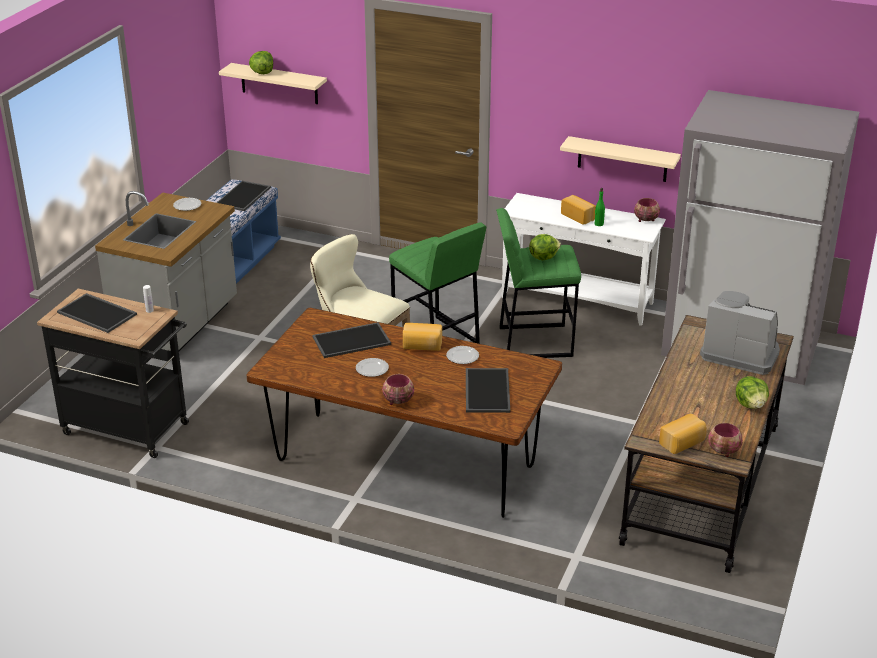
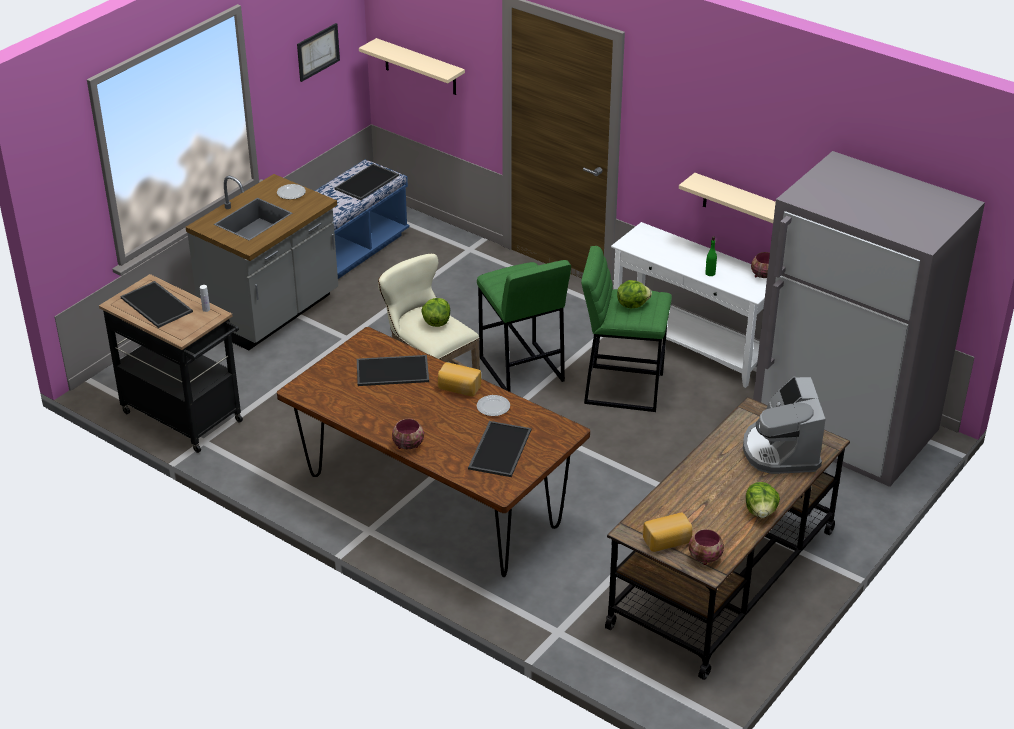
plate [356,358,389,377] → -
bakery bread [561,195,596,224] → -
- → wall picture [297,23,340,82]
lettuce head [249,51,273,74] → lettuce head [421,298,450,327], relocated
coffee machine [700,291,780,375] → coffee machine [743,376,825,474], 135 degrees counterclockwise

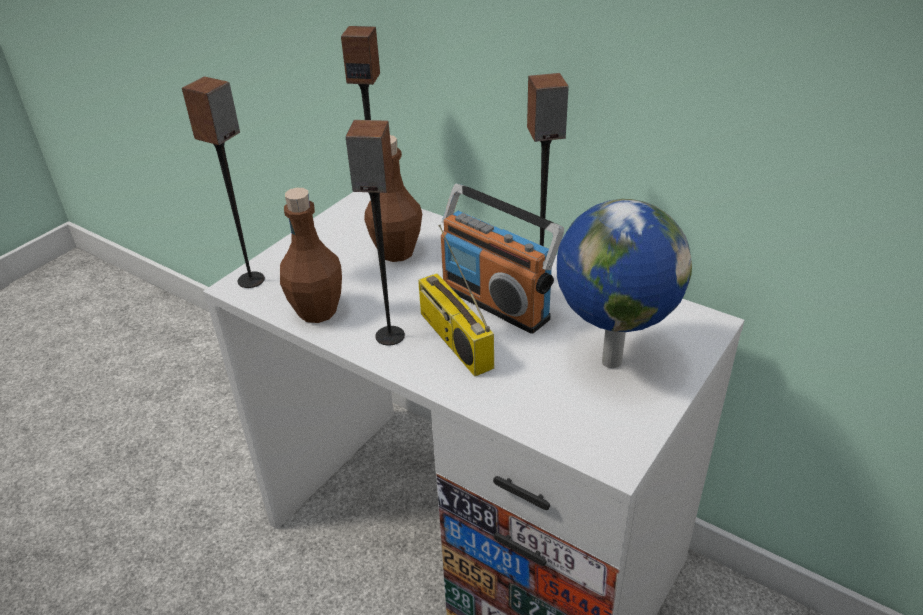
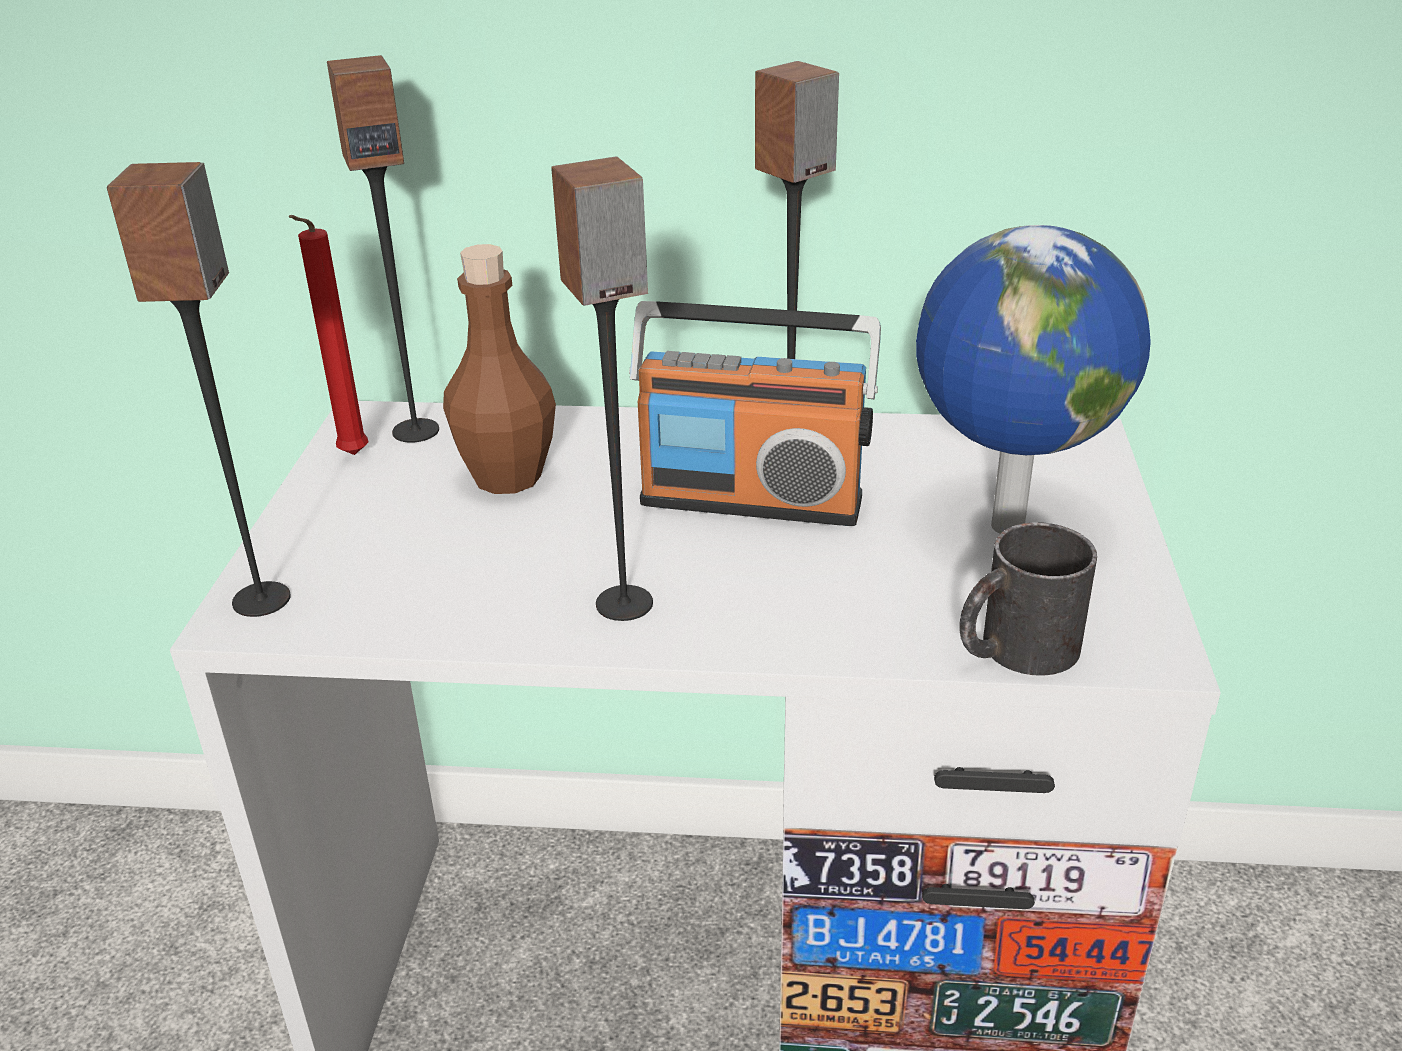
brownish drink bottle [280,187,342,323] → -
radio set [418,225,494,377] → -
- → red wax candle [288,215,369,455]
- → blackish mug [959,522,1097,676]

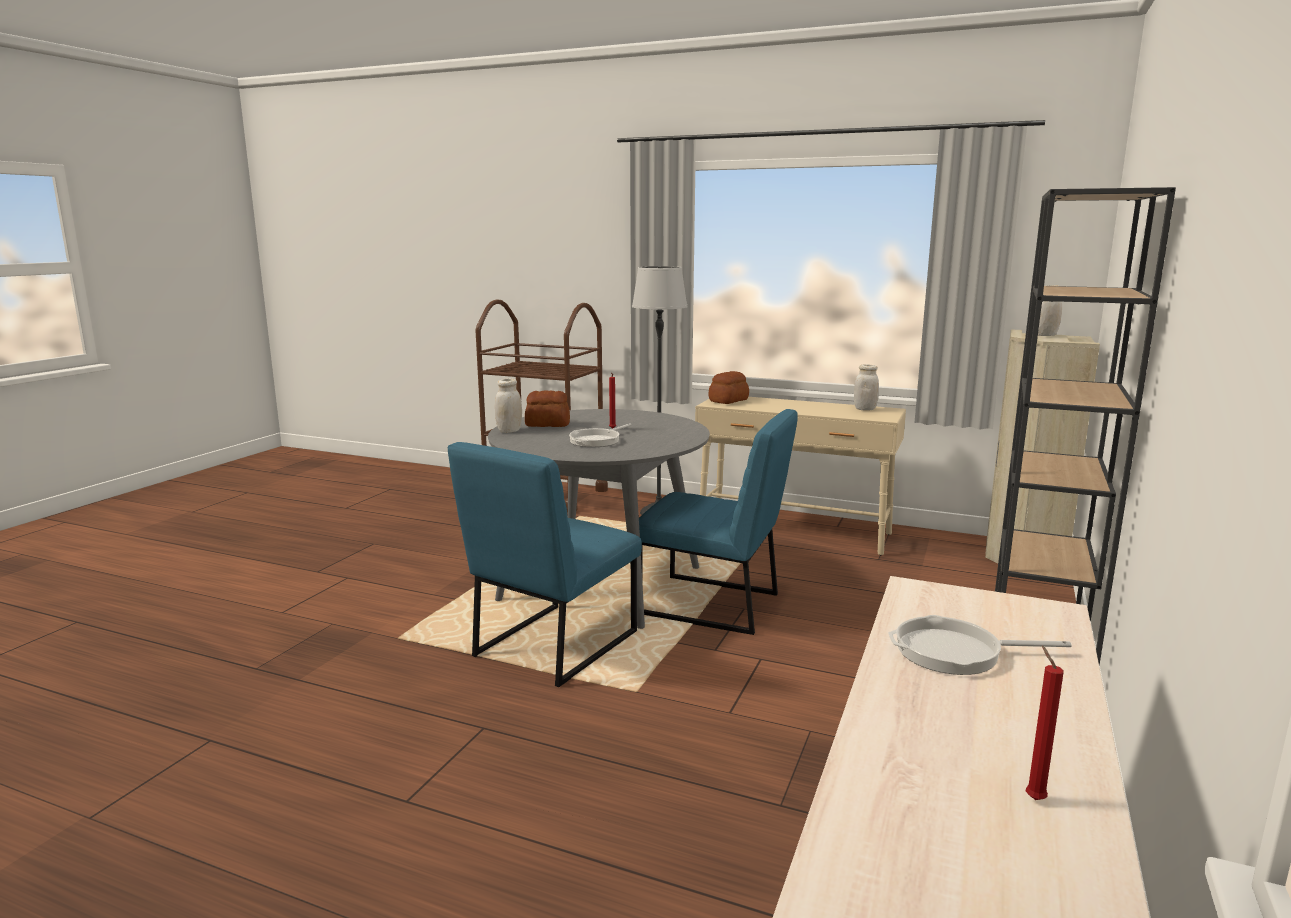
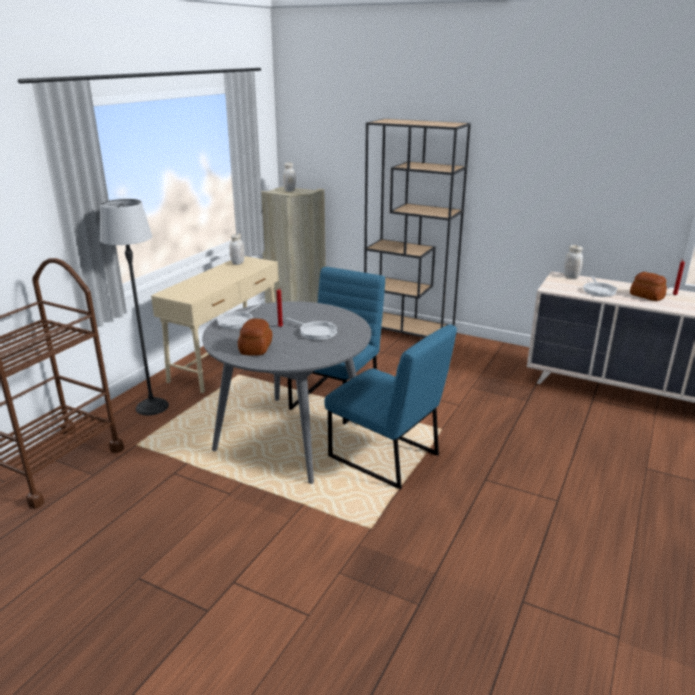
- → frying pan [217,304,261,329]
white jar [495,379,522,433] → white jar [564,245,583,279], relocated
bakery bread [708,371,749,404] → bakery bread [630,272,667,301], relocated

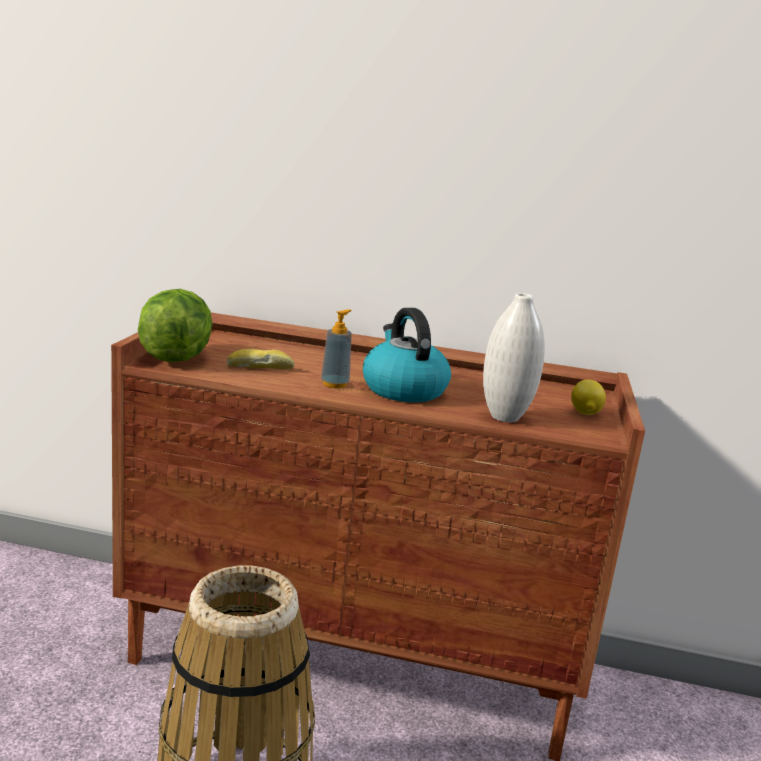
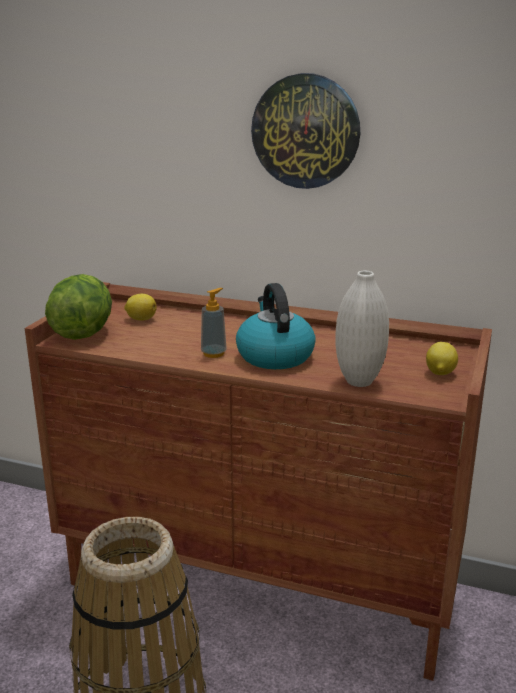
bakery bread [227,349,295,369] → -
- → citrus fruit [124,294,157,321]
- → hanging clock [251,73,360,189]

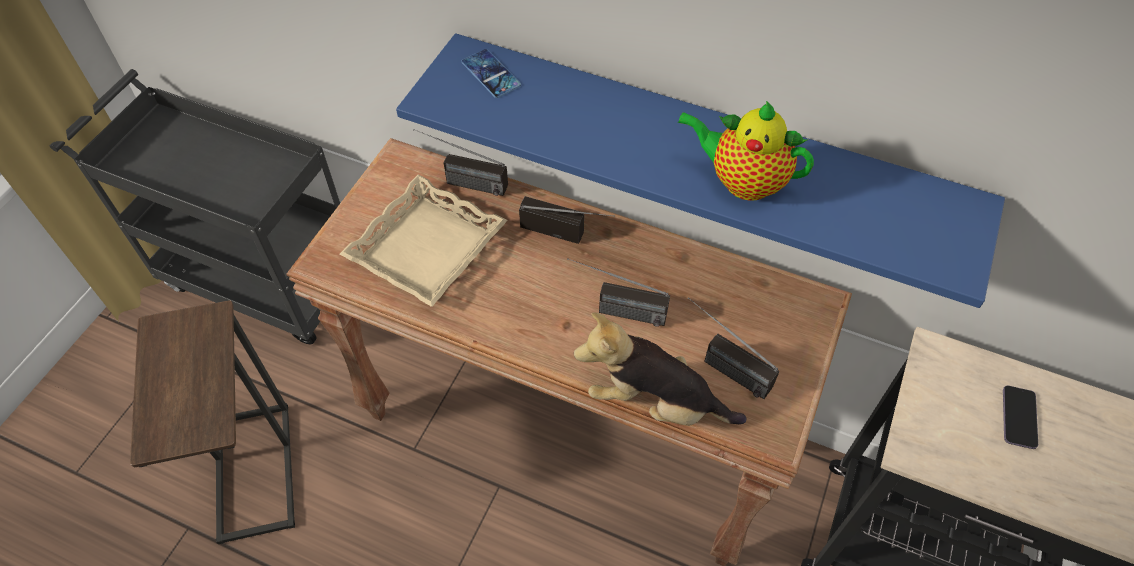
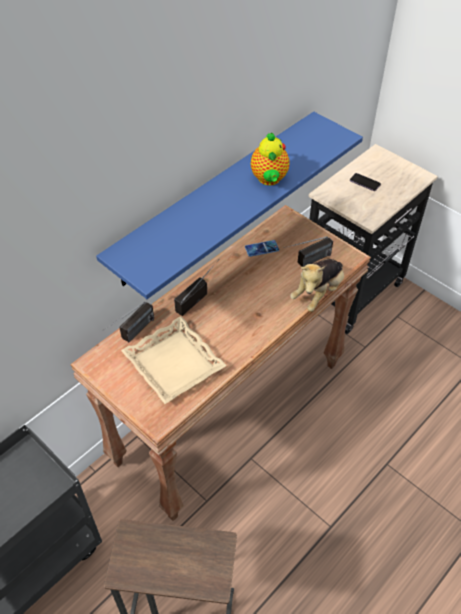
radio set [567,258,670,327] → -
telephone [462,49,521,98] → telephone [245,240,279,257], relocated
teapot [677,101,814,201] → teapot [251,133,289,185], 45 degrees counterclockwise

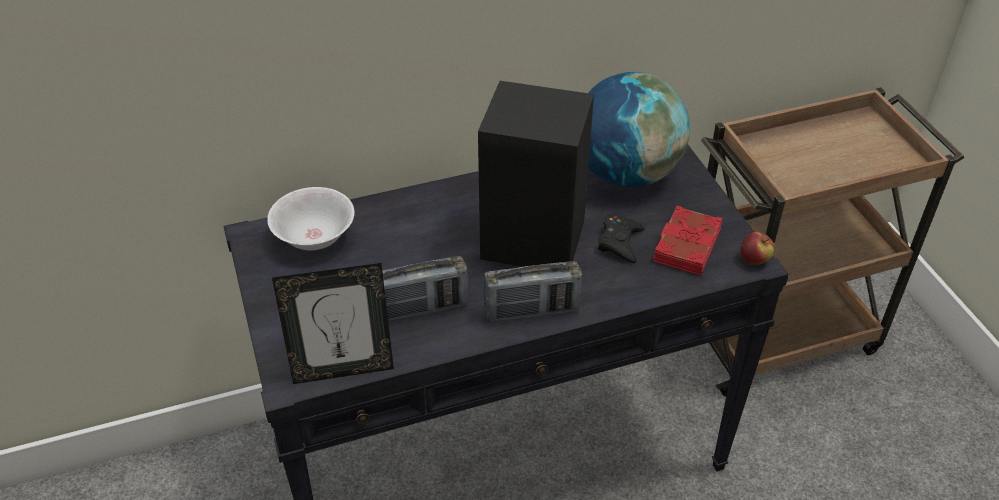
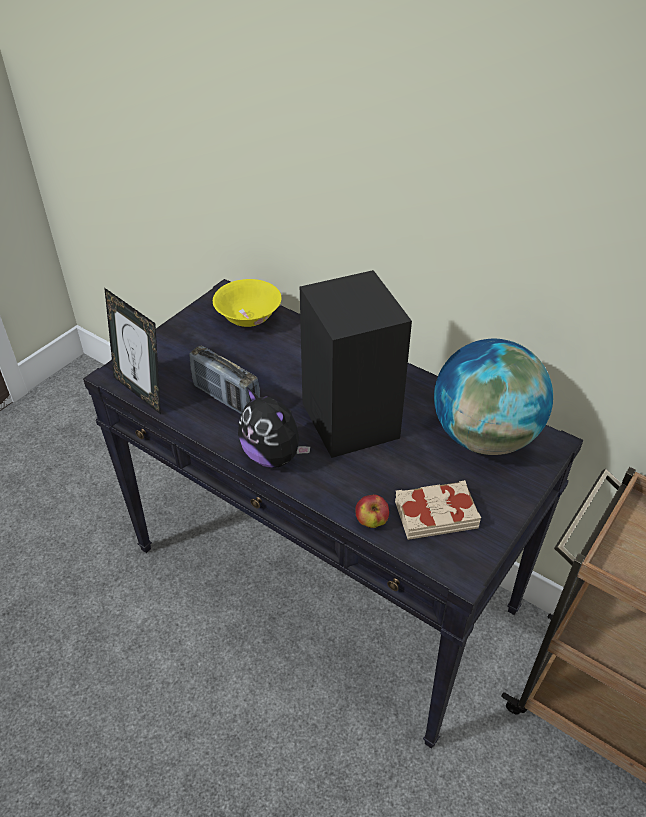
blackish gamepad [598,216,645,263] → -
apple fruit [740,231,774,265] → apple fruit [355,495,389,528], relocated
radio set [483,261,582,322] → plush toy [238,387,311,468]
white deep dish [267,187,355,251] → yellowish deep dish [213,279,282,327]
red volume [653,206,722,275] → beige-coloured volume [395,480,481,540]

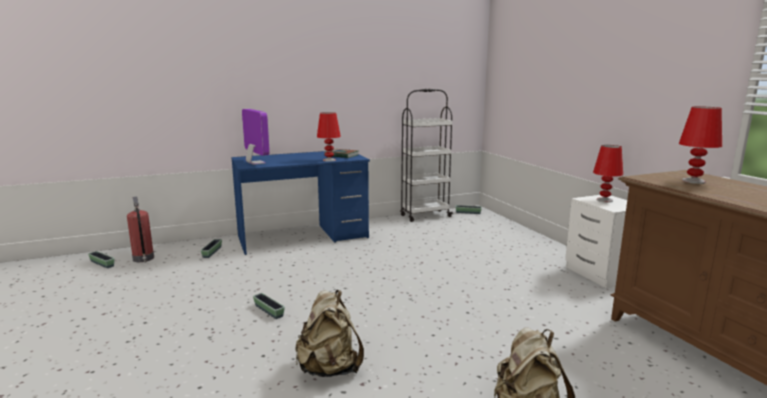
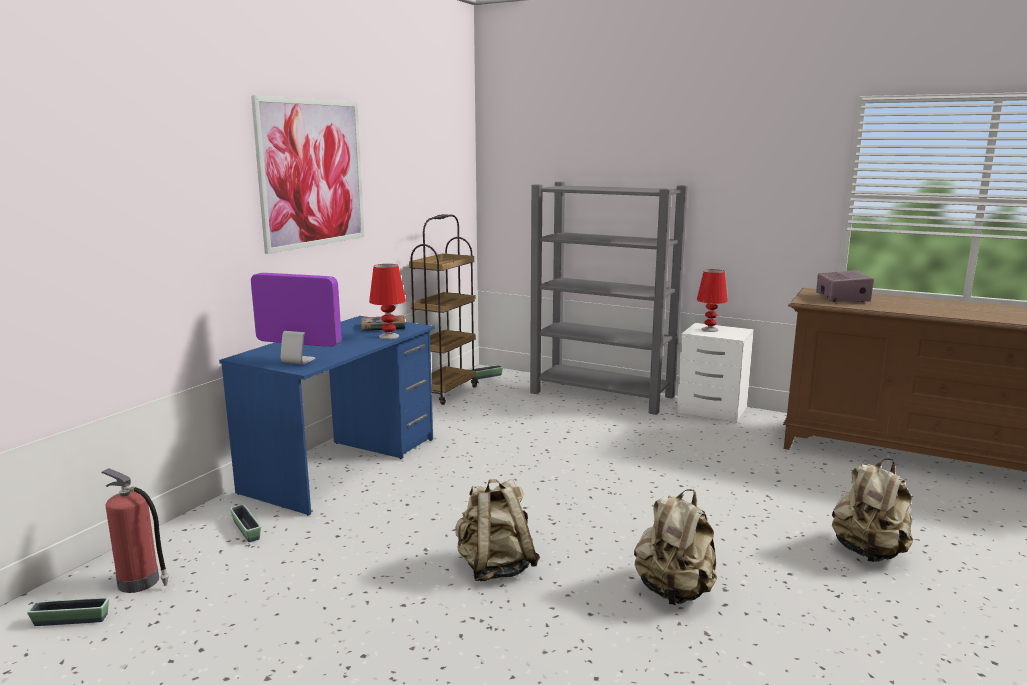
- → wall picture [251,95,364,254]
- → greyish bookcase [530,182,688,415]
flower pot [253,293,285,319] → beige-coloured knapsack [455,479,540,581]
red table lamp [679,106,722,184] → radio set [816,270,874,302]
white trolley [400,89,454,222] → brownish trolley [409,214,479,405]

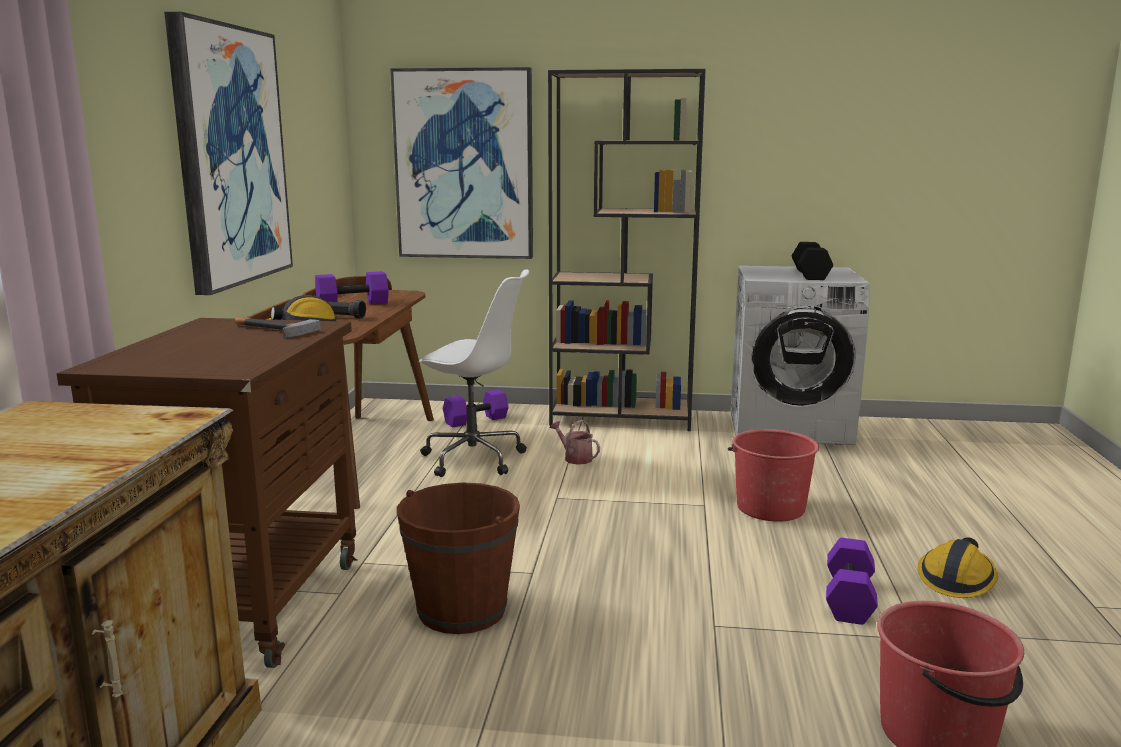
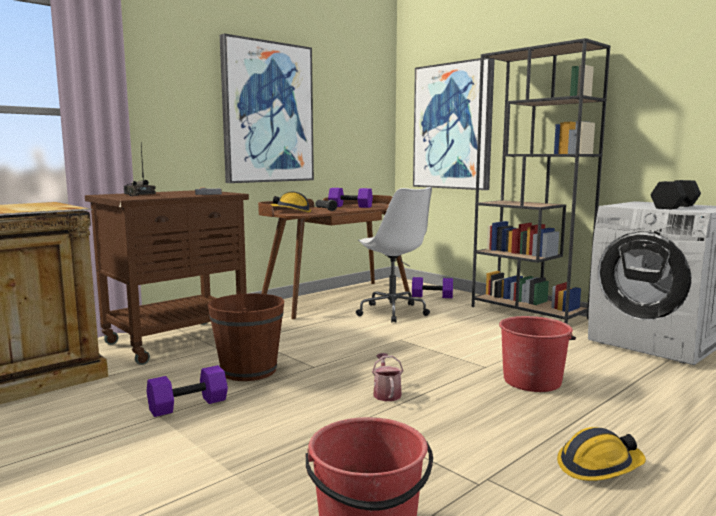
- → radio set [124,144,156,196]
watering can [550,420,600,465] → watering can [372,353,403,401], relocated
purplish free weight [826,538,878,625] → purplish free weight [147,365,228,417], relocated

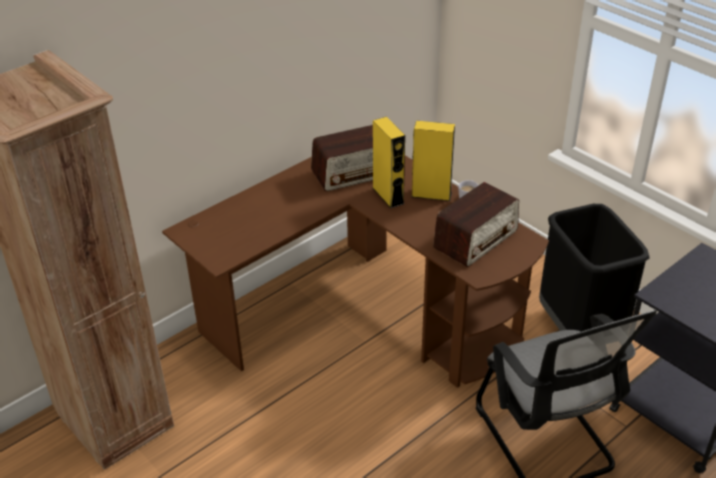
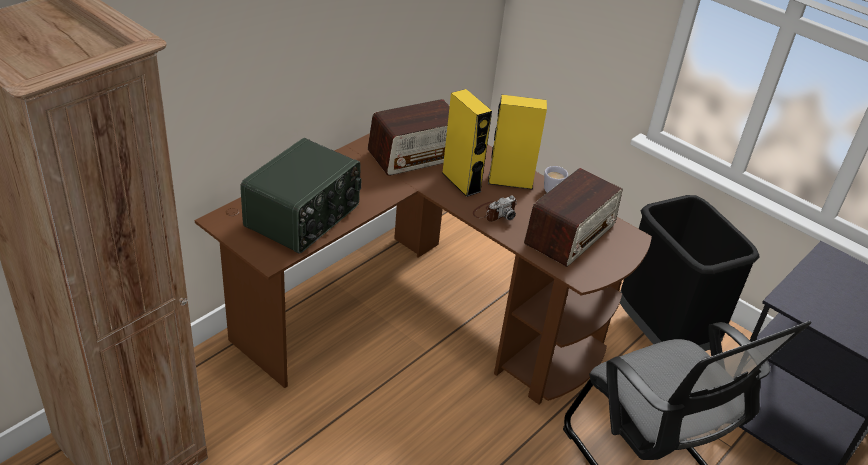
- → radio set [240,138,362,254]
- → still camera [473,195,517,222]

